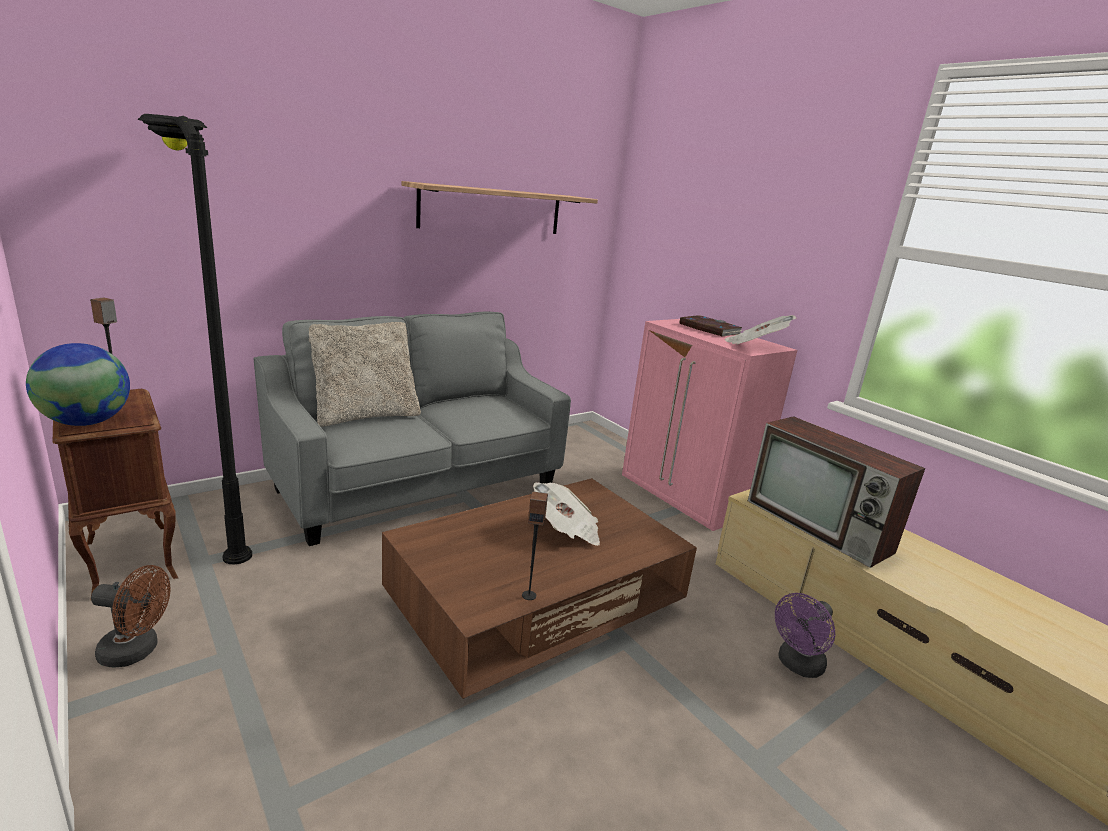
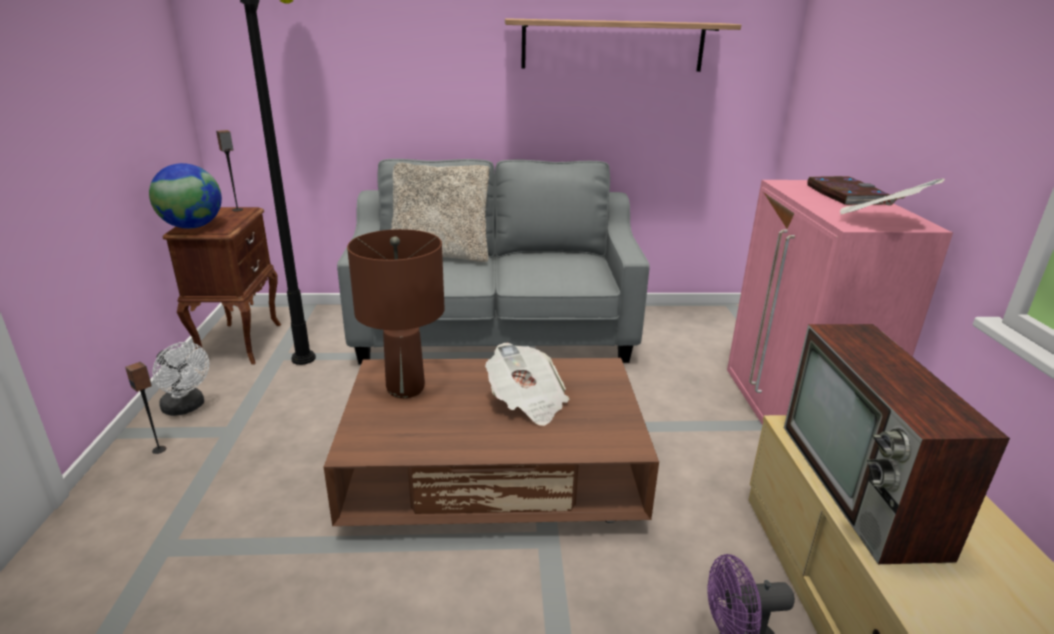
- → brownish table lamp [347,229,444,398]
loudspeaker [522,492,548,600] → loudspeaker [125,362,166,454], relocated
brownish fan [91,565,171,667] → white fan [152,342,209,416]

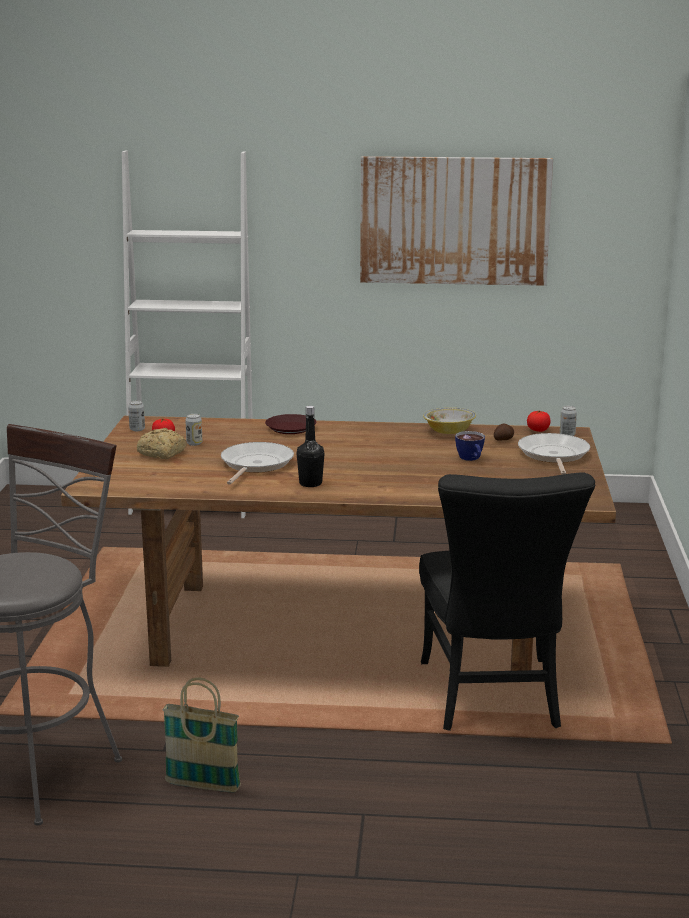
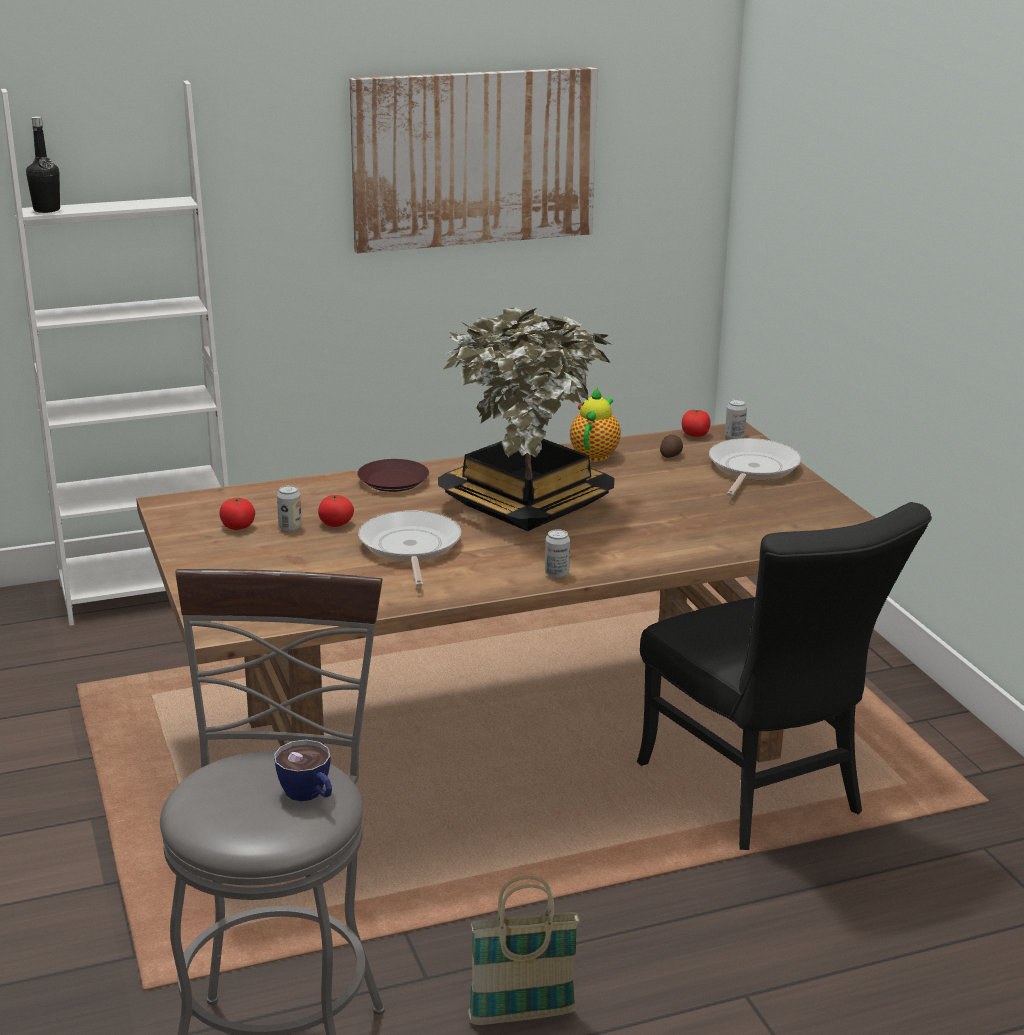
bakery bread [137,428,187,459] → -
- → whole tomato [318,495,354,527]
- → potted plant [438,308,615,531]
can [128,401,145,431] → can [545,529,570,578], relocated
blackish drink bottle [296,406,325,487] → blackish drink bottle [26,116,60,213], relocated
cup [455,431,485,461] → cup [274,740,332,801], relocated
deep dish [423,408,476,434] → teapot [570,387,621,462]
frying pan [518,433,590,475] → frying pan [709,438,801,497], 45 degrees clockwise

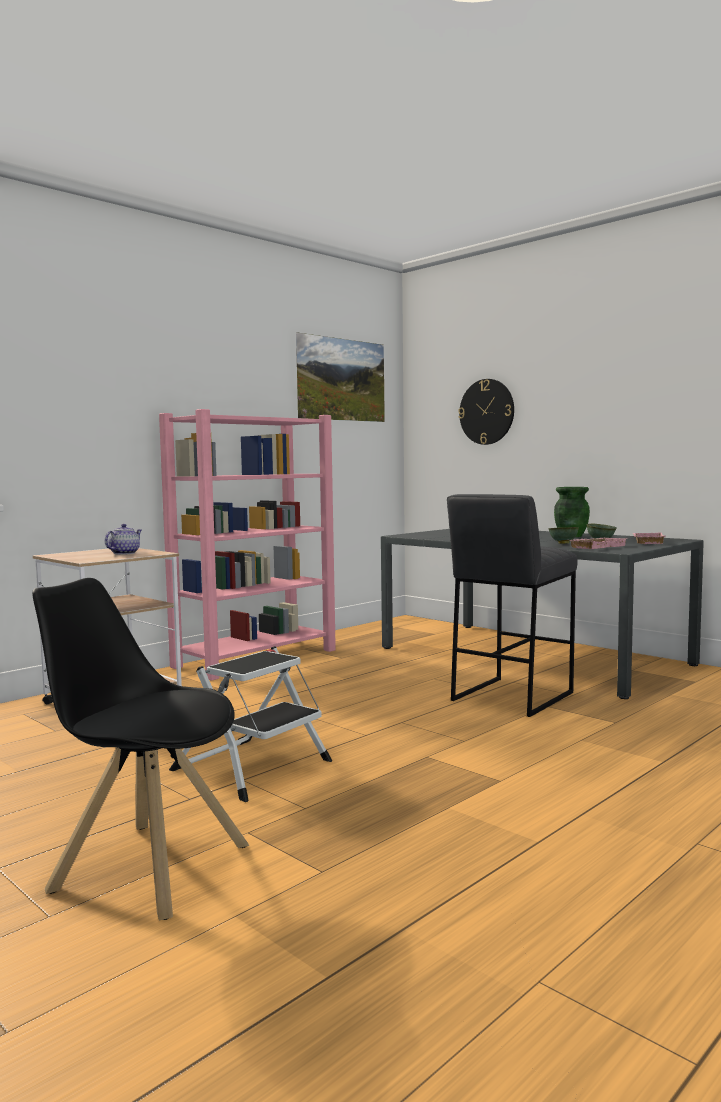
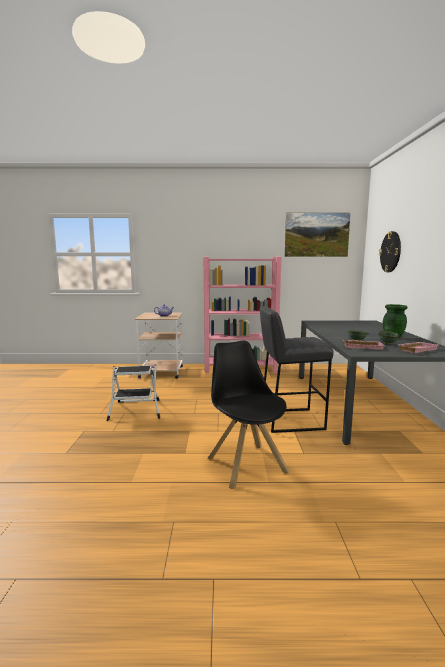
blackish chair [32,578,249,920] → blackish chair [207,341,289,489], relocated

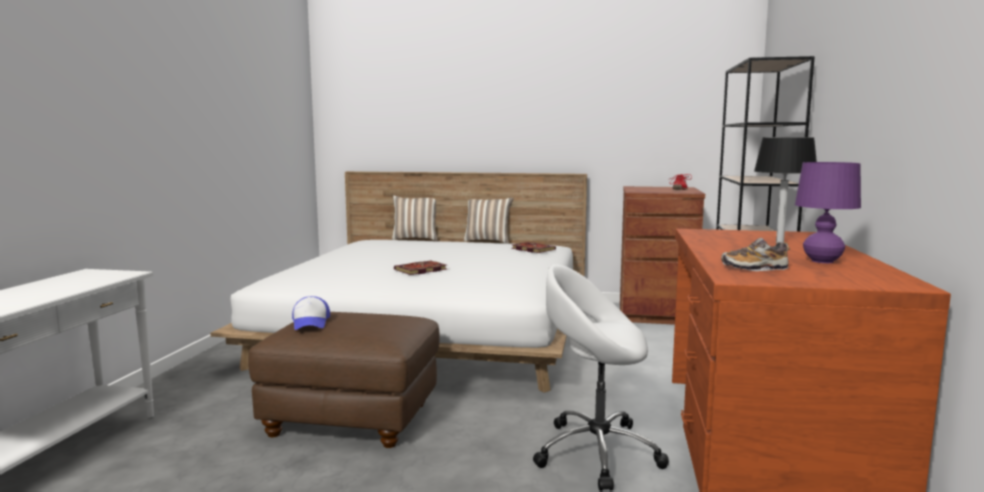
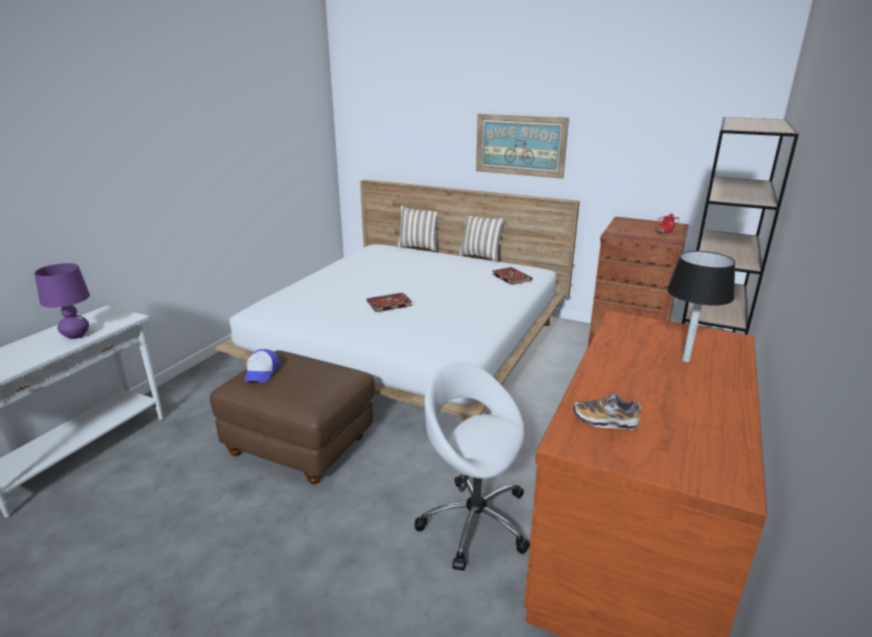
- → wall picture [476,114,569,179]
purplish table lamp [795,162,861,263] → purplish table lamp [34,263,90,339], relocated

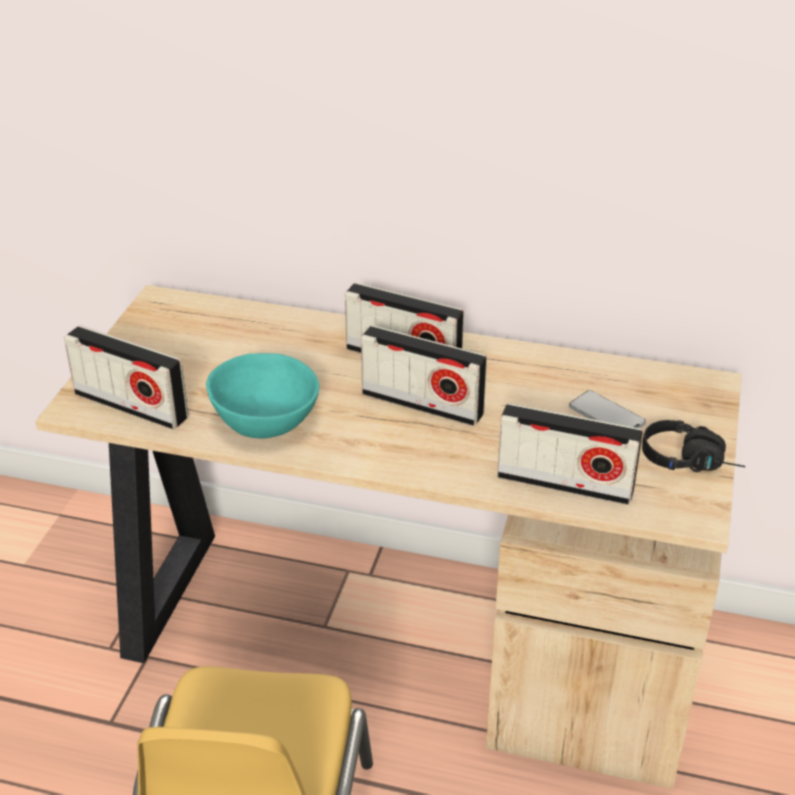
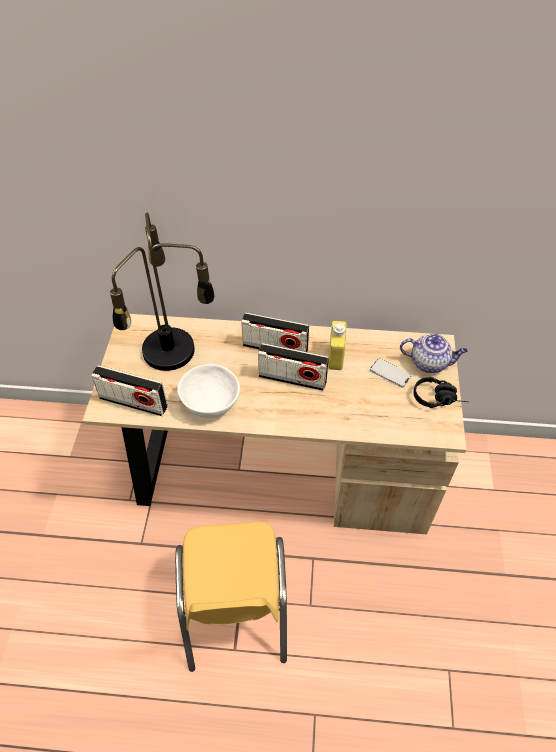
radio set [497,403,643,505] → -
- → table lamp [110,213,214,371]
- → yellowish drink bottle [328,321,347,370]
- → teapot [400,334,468,373]
blue-green deep dish [206,353,319,438] → white deep dish [177,364,240,418]

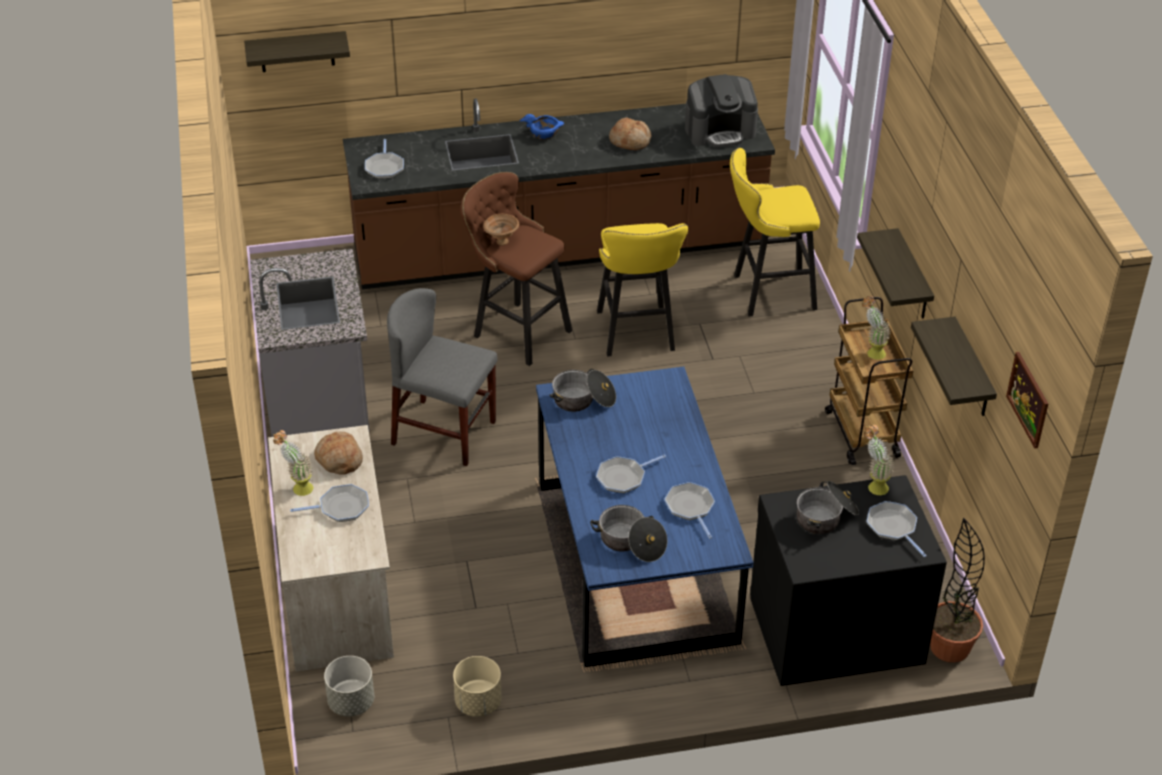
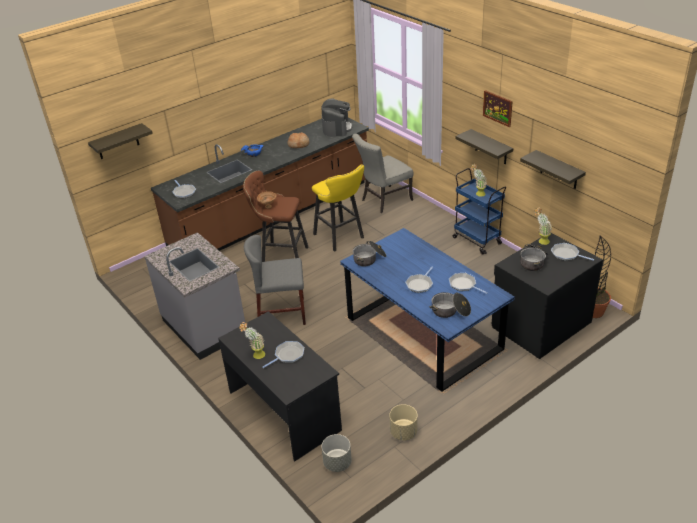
bakery bread [314,431,363,475] → -
wall picture [1006,352,1048,449] → wall picture [483,90,513,127], relocated
yellowish stool [730,148,820,317] → greyish chair [352,133,413,213]
beige-coloured desk [268,425,394,672] → blackish desk [218,311,342,461]
brownish trolley [825,297,913,465] → blue trolley [453,168,506,255]
coffee machine [685,74,758,147] → coffee machine [321,98,352,137], 45 degrees counterclockwise

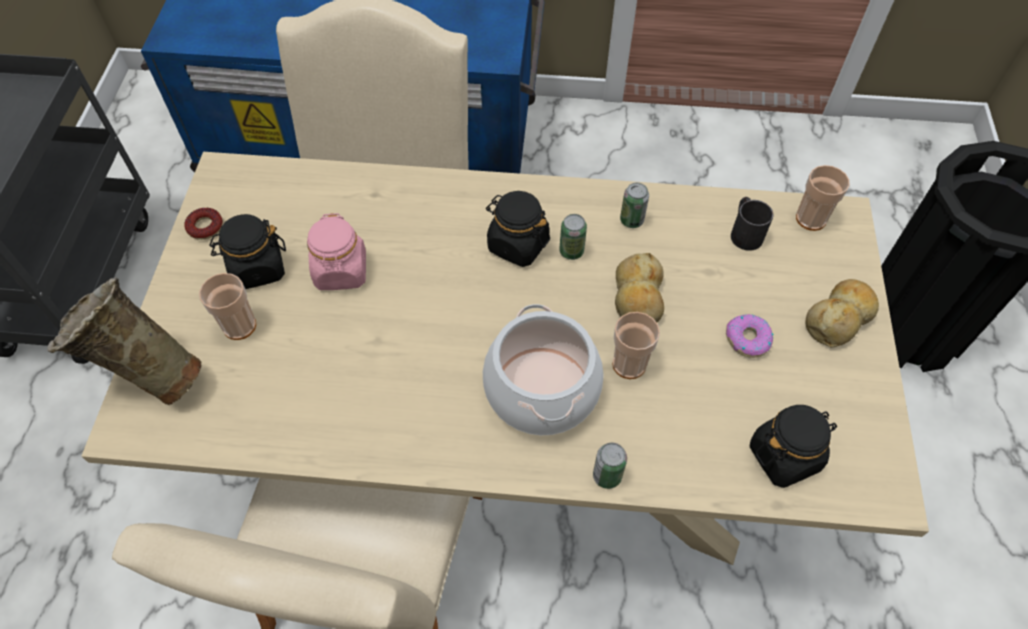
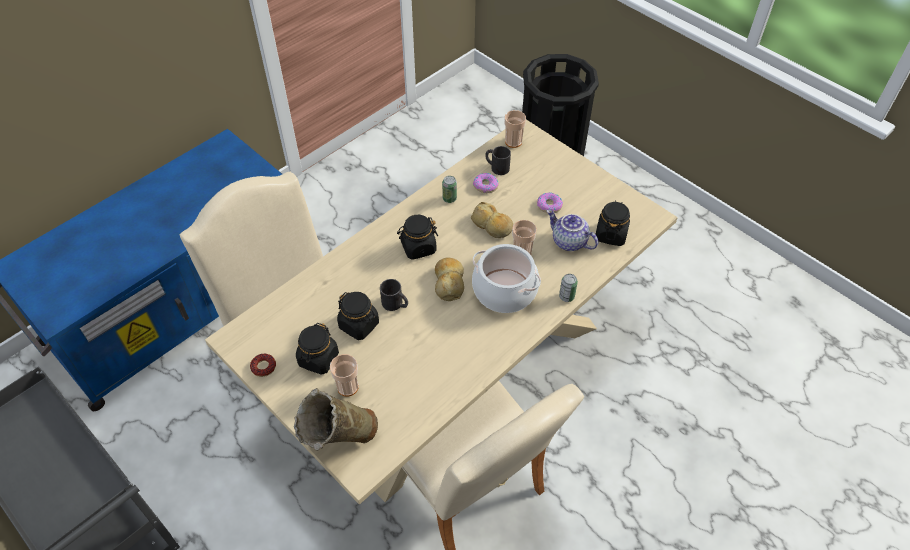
can [559,214,587,260] → -
- → blackish mug [380,279,408,311]
- → doughnut [473,173,499,193]
- → teapot [547,209,598,251]
bakery bread [806,279,879,348] → bakery bread [435,257,464,301], relocated
pink jar [307,213,366,290] → blackish jar [337,292,379,340]

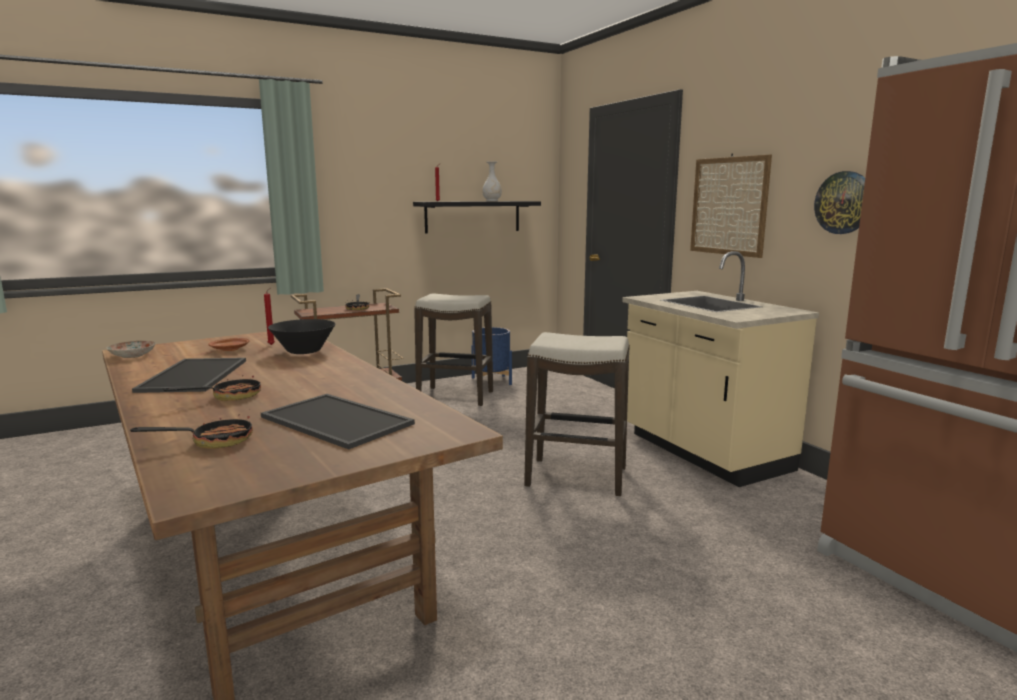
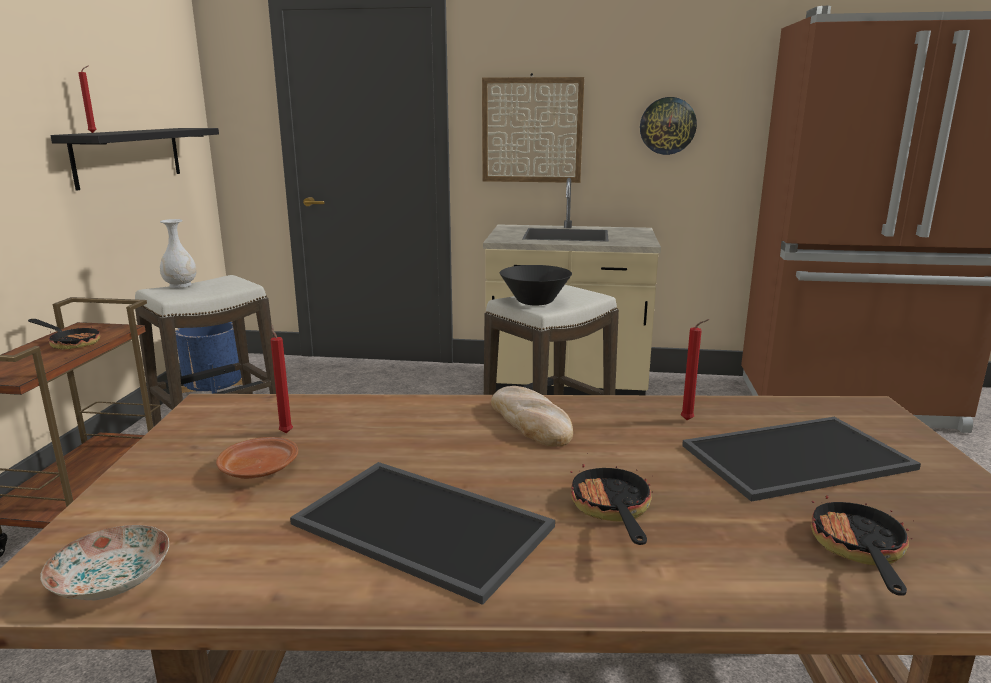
- → bakery bread [491,386,573,447]
- → red wax candle [681,319,709,420]
blackish deep dish [268,319,336,354] → blackish deep dish [500,265,572,305], relocated
white vase [482,161,502,201] → white vase [160,219,197,288], relocated

